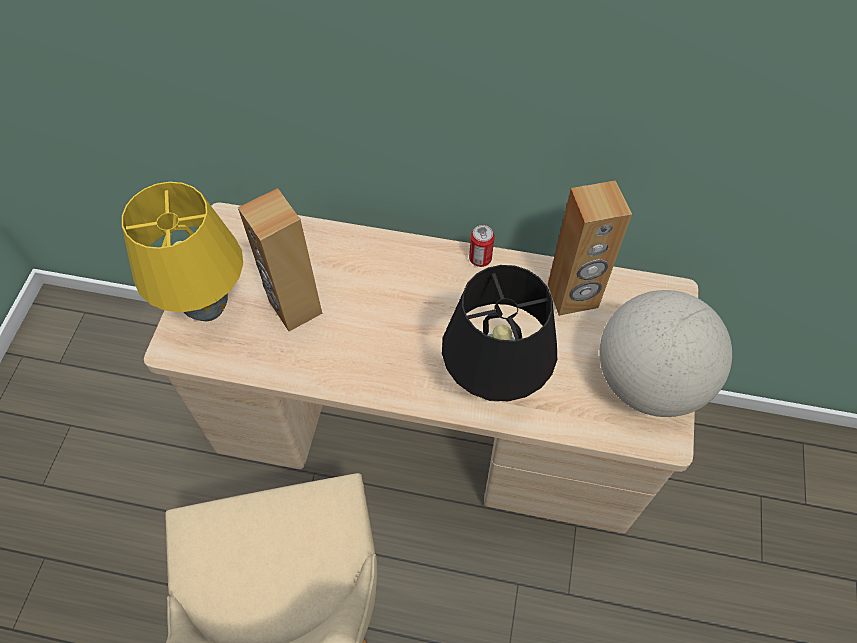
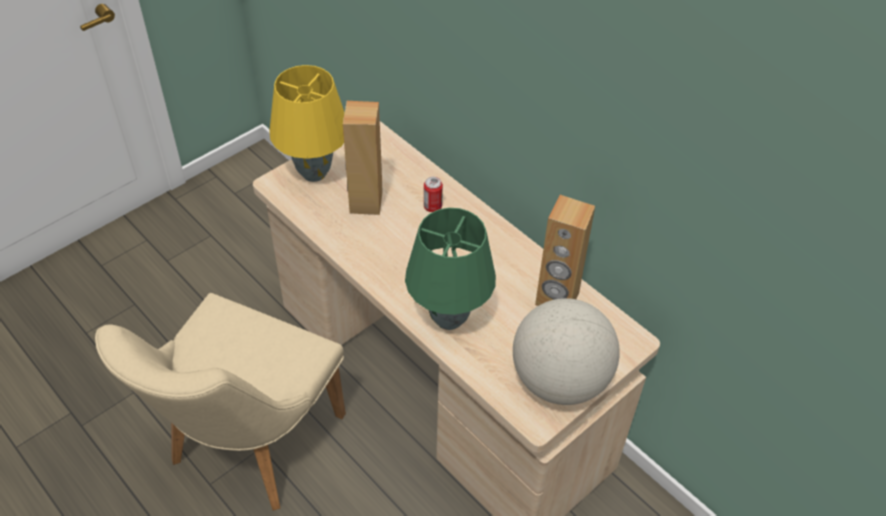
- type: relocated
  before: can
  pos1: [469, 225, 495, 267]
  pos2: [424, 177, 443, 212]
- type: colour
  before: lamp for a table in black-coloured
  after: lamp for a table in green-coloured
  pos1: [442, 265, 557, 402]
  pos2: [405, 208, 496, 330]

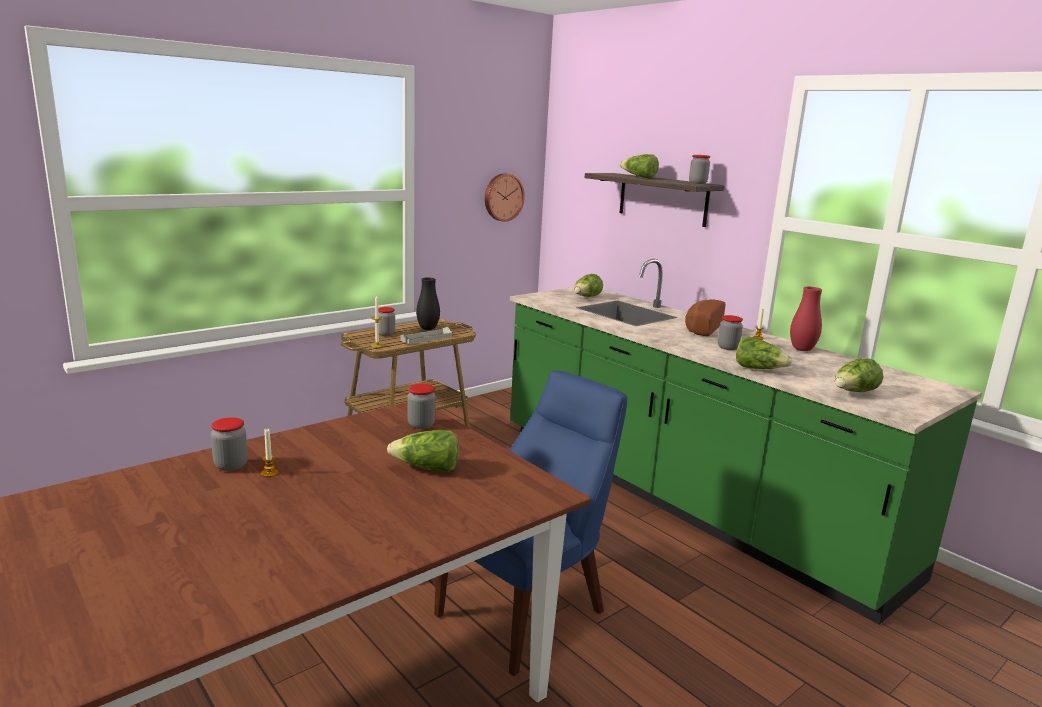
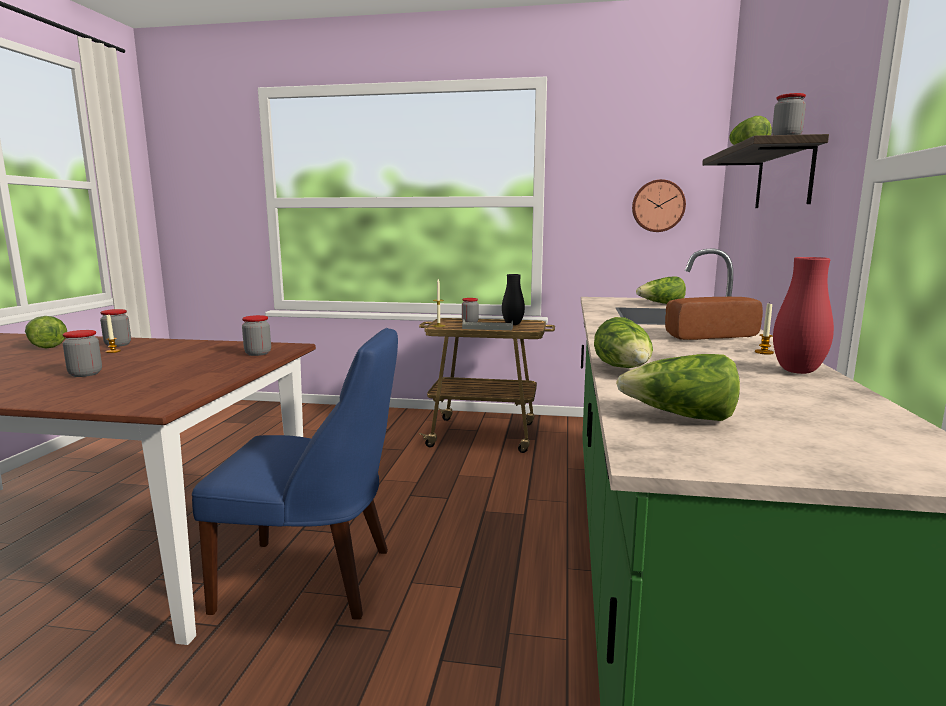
- type: relocated
  before: jar
  pos1: [718, 315, 743, 350]
  pos2: [62, 330, 102, 377]
- type: relocated
  before: lettuce
  pos1: [387, 430, 459, 472]
  pos2: [25, 316, 67, 349]

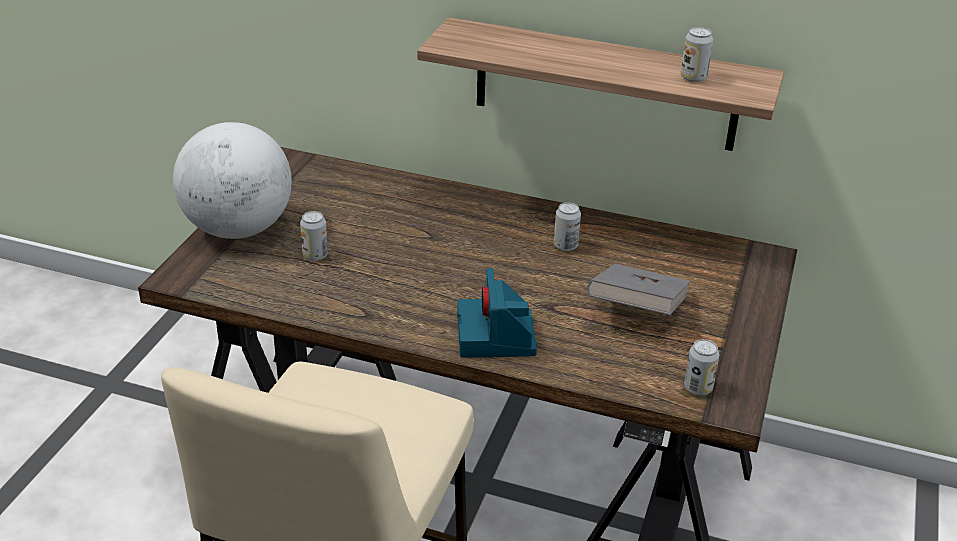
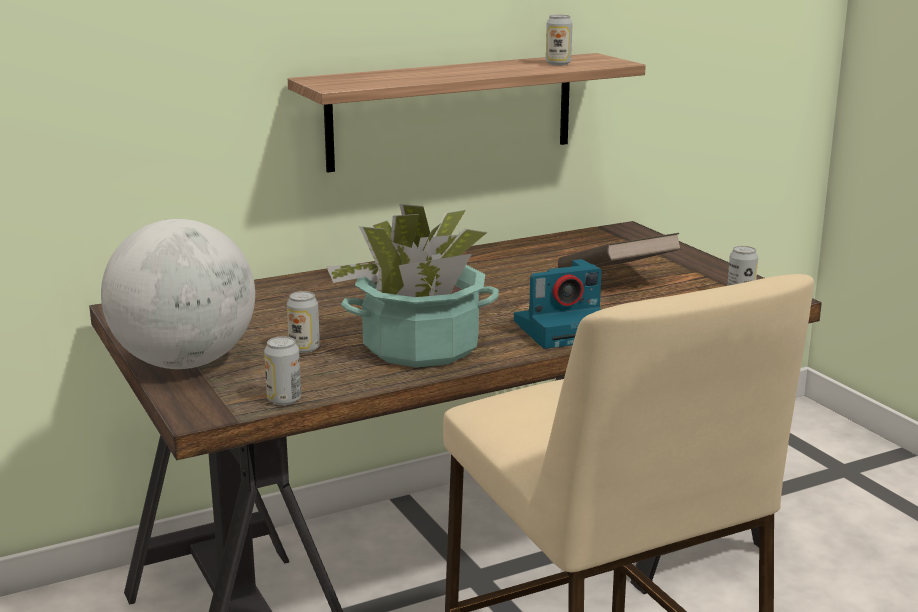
- type: relocated
  before: can
  pos1: [554, 202, 581, 251]
  pos2: [264, 336, 301, 405]
- type: colour
  before: volume in gray
  after: volume in brownish
  pos1: [587, 264, 691, 315]
  pos2: [558, 233, 682, 268]
- type: spun
  before: photo camera
  pos1: [457, 268, 537, 358]
  pos2: [514, 259, 602, 349]
  turn: -60
- type: appeared
  after: houseplant
  pos2: [326, 204, 499, 368]

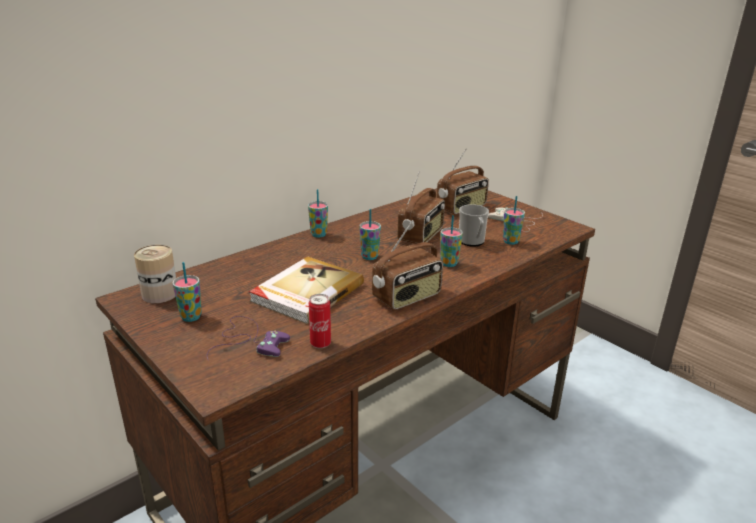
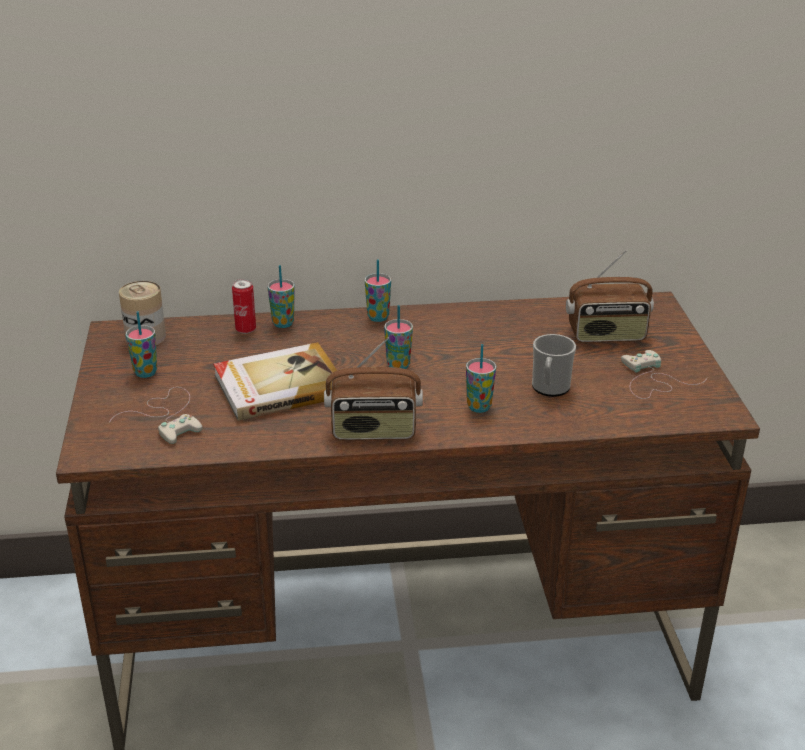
- type: missing
  before: radio
  pos1: [398, 171, 445, 244]
- type: relocated
  before: small cup
  pos1: [503, 196, 525, 245]
  pos2: [268, 265, 295, 328]
- type: relocated
  before: can
  pos1: [309, 294, 331, 349]
  pos2: [232, 279, 256, 334]
- type: colour
  before: joypad in purplish
  after: joypad in white
  pos1: [207, 316, 290, 359]
  pos2: [109, 387, 202, 444]

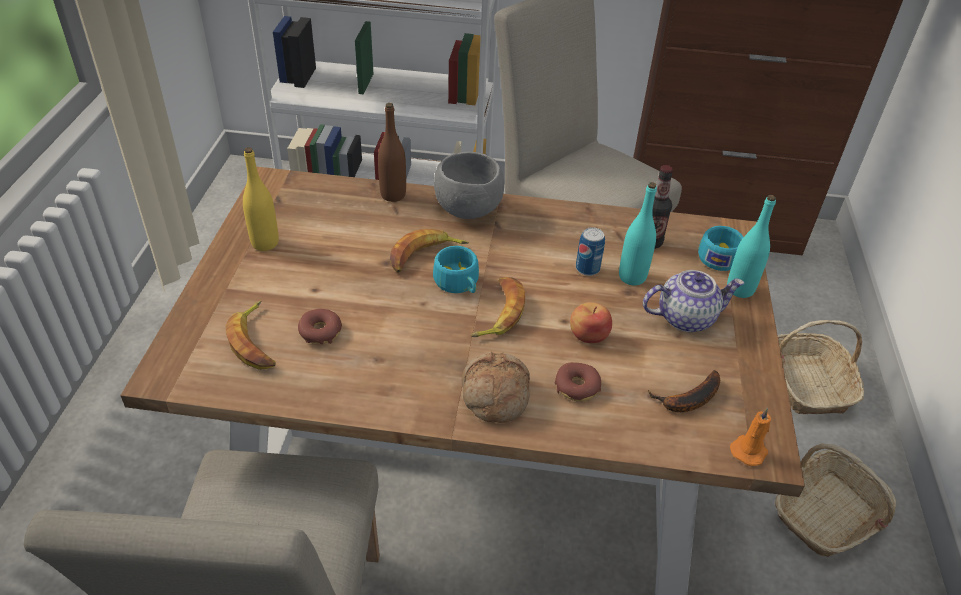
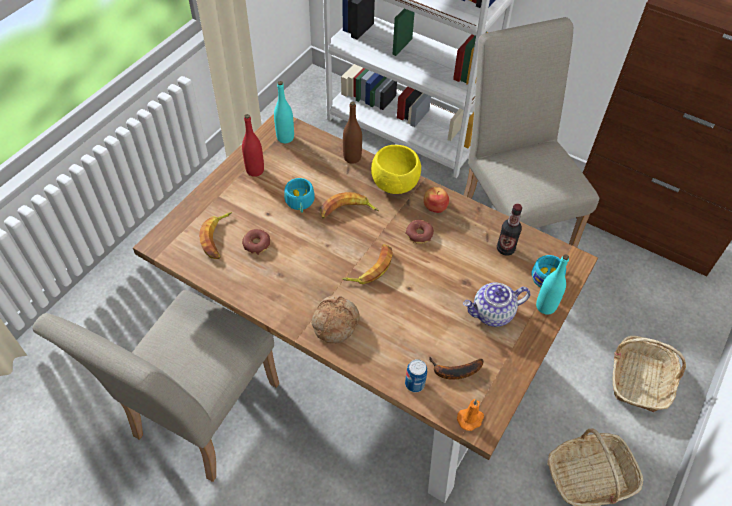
- type: colour
  before: drink bottle in yellow
  after: drink bottle in reddish
  pos1: [243, 147, 279, 251]
  pos2: [242, 114, 264, 177]
- type: colour
  before: deep dish in gray
  after: deep dish in yellow
  pos1: [434, 152, 504, 219]
  pos2: [371, 145, 421, 194]
- type: relocated
  before: drink bottle in turquoise-coloured
  pos1: [619, 182, 657, 286]
  pos2: [274, 81, 294, 143]
- type: relocated
  before: can
  pos1: [576, 227, 605, 276]
  pos2: [405, 359, 427, 392]
- type: relocated
  before: small cup in turquoise-coloured
  pos1: [433, 246, 479, 293]
  pos2: [284, 178, 315, 213]
- type: spun
  before: tea pot
  pos1: [643, 270, 745, 332]
  pos2: [463, 282, 530, 327]
  turn: 150
- type: relocated
  before: whole apple
  pos1: [570, 302, 612, 343]
  pos2: [424, 187, 449, 213]
- type: relocated
  before: ring doughnut
  pos1: [555, 362, 601, 401]
  pos2: [405, 219, 434, 244]

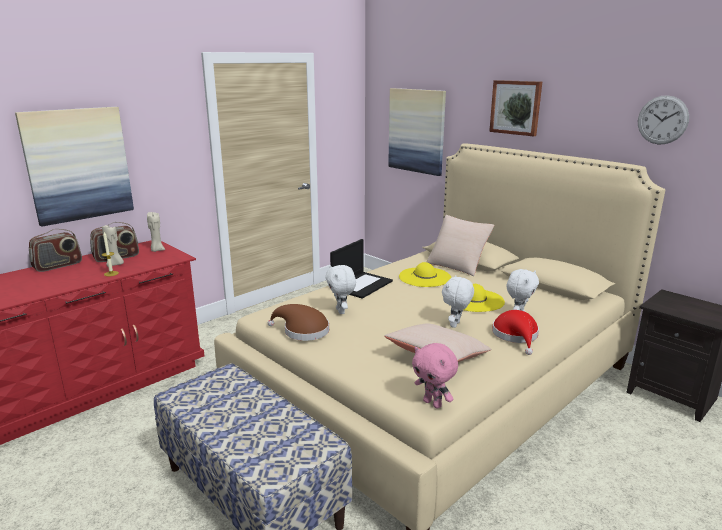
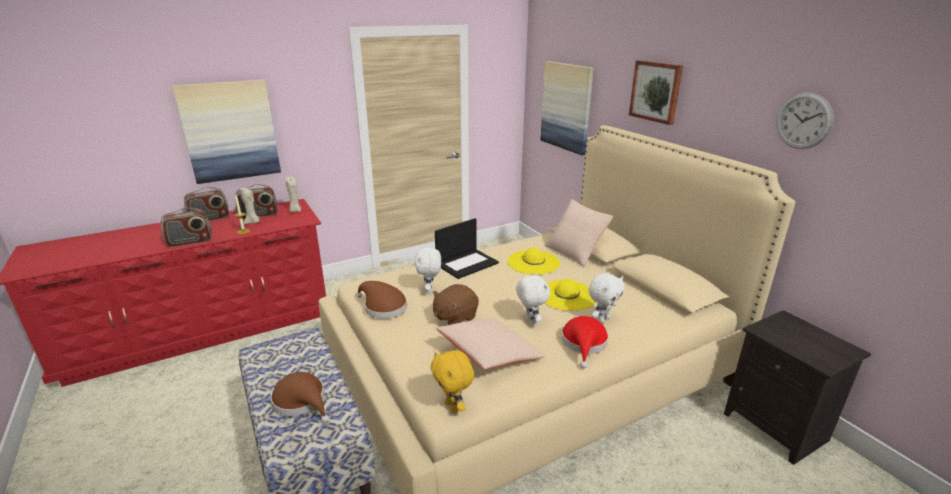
- type: spun
  before: soft toy in white
  pos1: [442, 275, 474, 328]
  pos2: [516, 272, 550, 325]
  turn: 120
- type: colour
  before: soft toy in pink
  after: soft toy in yellow
  pos1: [412, 343, 458, 409]
  pos2: [430, 350, 474, 413]
- type: appeared
  after: radio
  pos2: [161, 207, 212, 247]
- type: appeared
  after: soft toy in brownish
  pos2: [433, 284, 479, 325]
- type: appeared
  after: clothing hat in brownish
  pos2: [271, 372, 329, 423]

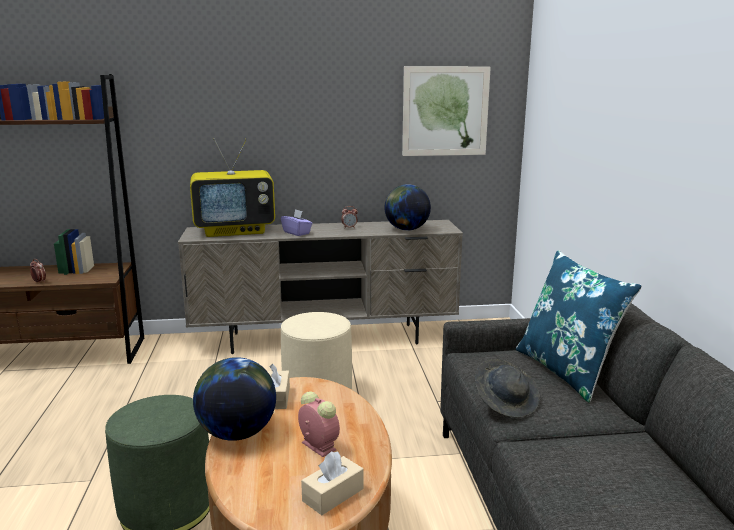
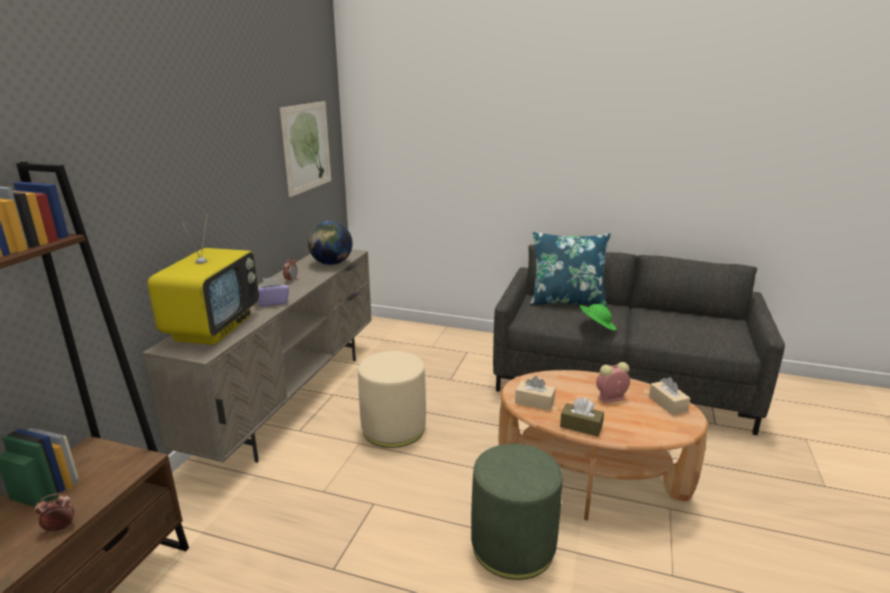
- type: exchanged
  before: globe
  after: tissue box in brownish
  pos1: [193, 357, 276, 441]
  pos2: [560, 397, 604, 437]
- type: colour
  before: clothing hat in gray
  after: clothing hat in green-coloured
  pos1: [475, 359, 540, 418]
  pos2: [579, 304, 616, 331]

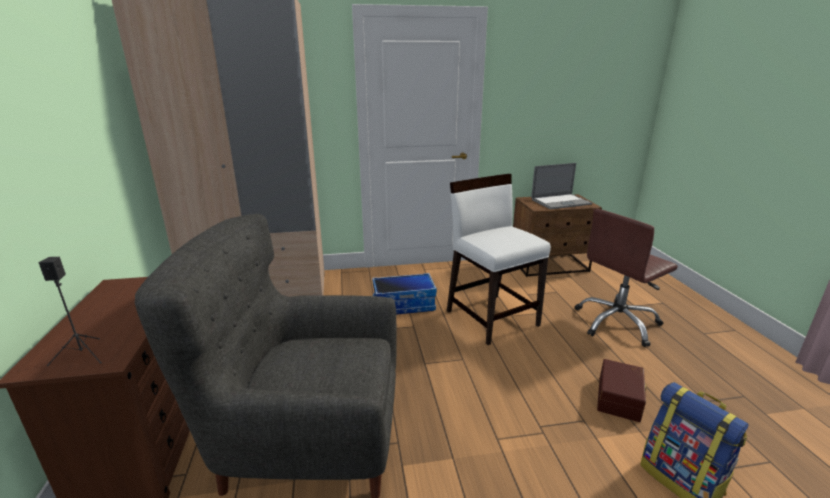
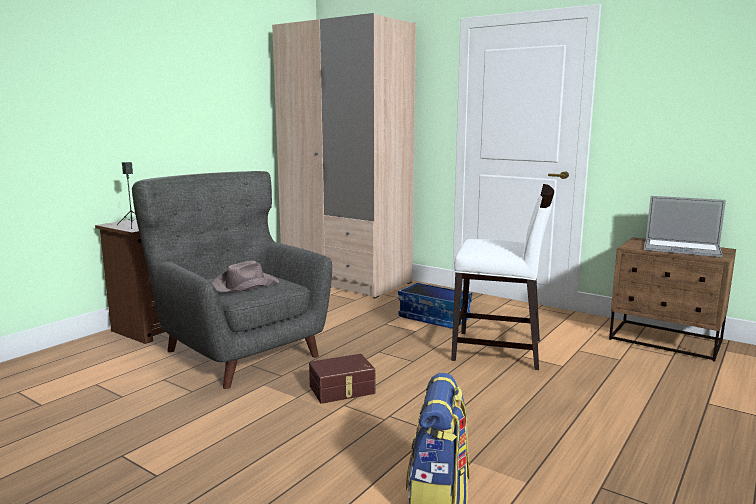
- type: spun
  before: upright chair in white
  pos1: [447, 174, 551, 345]
  pos2: [451, 184, 554, 370]
  turn: 90
- type: missing
  before: computer chair in brownish
  pos1: [575, 208, 678, 347]
- type: relocated
  before: storage container in brownish
  pos1: [597, 359, 646, 422]
  pos2: [309, 354, 375, 404]
- type: appeared
  after: clothing hat in brownish
  pos2: [212, 260, 279, 293]

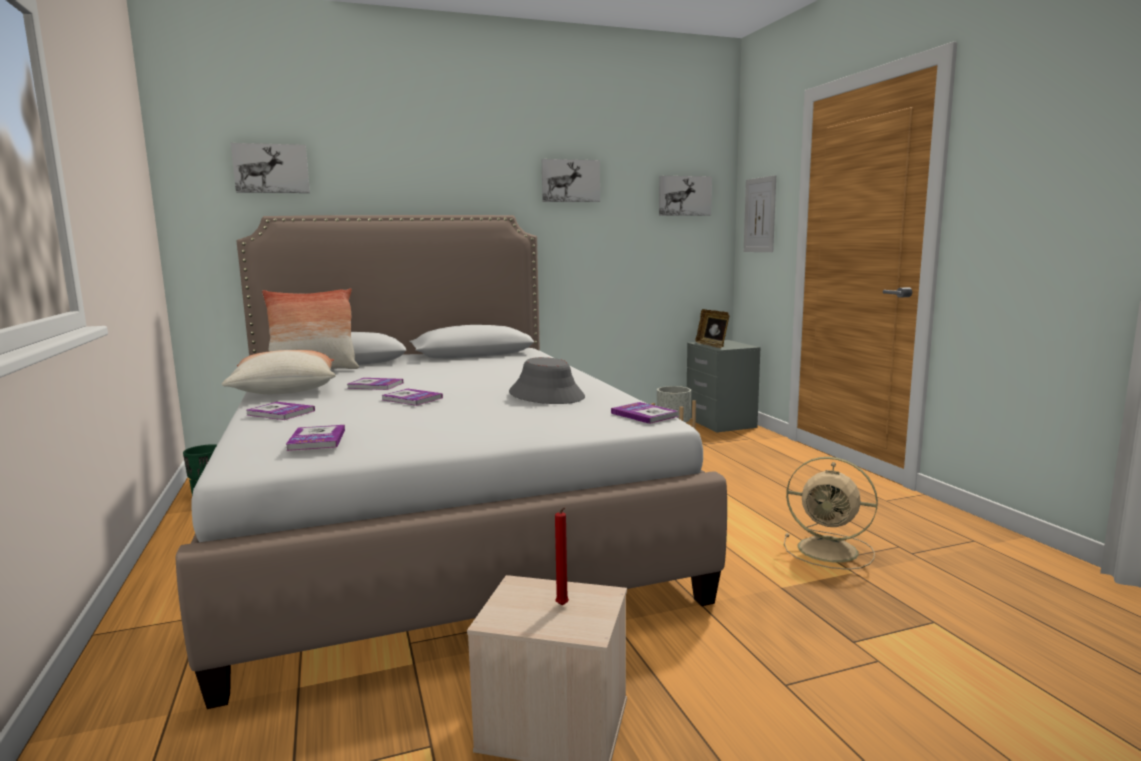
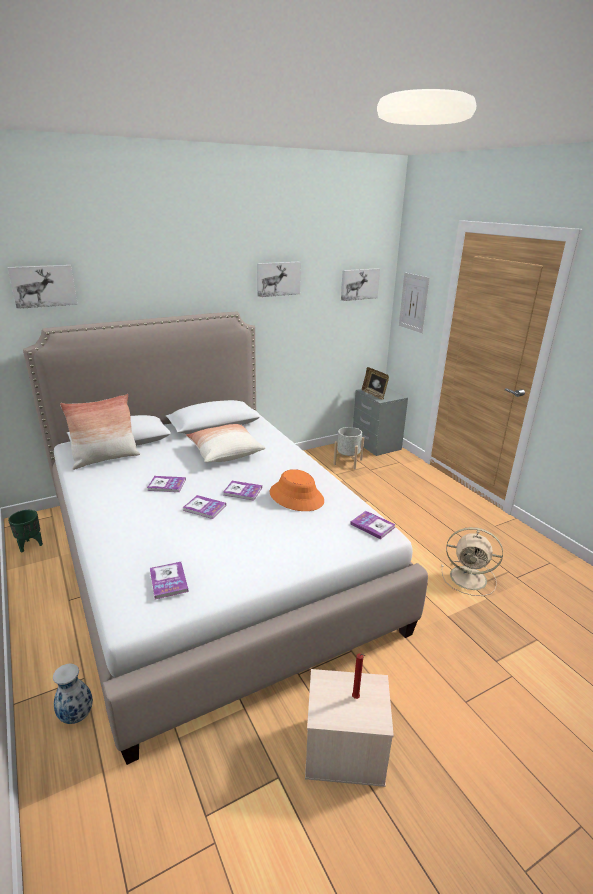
- type: relocated
  before: cushion
  pos1: [222, 350, 336, 394]
  pos2: [186, 424, 265, 463]
- type: colour
  before: clothing hat in gray
  after: clothing hat in orangey
  pos1: [509, 357, 585, 404]
  pos2: [270, 469, 324, 511]
- type: relocated
  before: volume
  pos1: [246, 402, 315, 420]
  pos2: [223, 481, 262, 501]
- type: appeared
  after: flower vase
  pos2: [53, 664, 93, 724]

